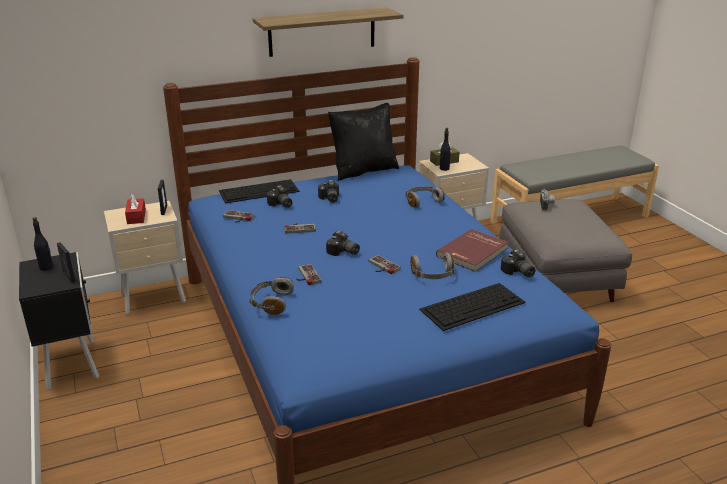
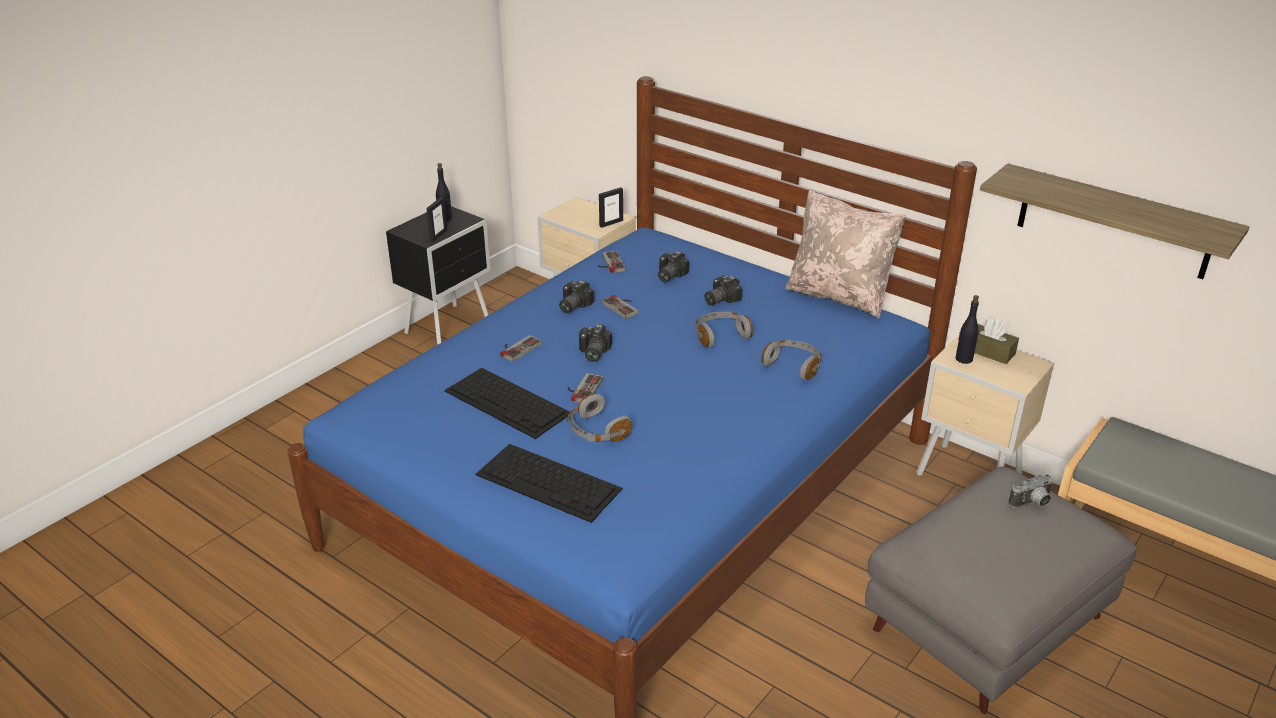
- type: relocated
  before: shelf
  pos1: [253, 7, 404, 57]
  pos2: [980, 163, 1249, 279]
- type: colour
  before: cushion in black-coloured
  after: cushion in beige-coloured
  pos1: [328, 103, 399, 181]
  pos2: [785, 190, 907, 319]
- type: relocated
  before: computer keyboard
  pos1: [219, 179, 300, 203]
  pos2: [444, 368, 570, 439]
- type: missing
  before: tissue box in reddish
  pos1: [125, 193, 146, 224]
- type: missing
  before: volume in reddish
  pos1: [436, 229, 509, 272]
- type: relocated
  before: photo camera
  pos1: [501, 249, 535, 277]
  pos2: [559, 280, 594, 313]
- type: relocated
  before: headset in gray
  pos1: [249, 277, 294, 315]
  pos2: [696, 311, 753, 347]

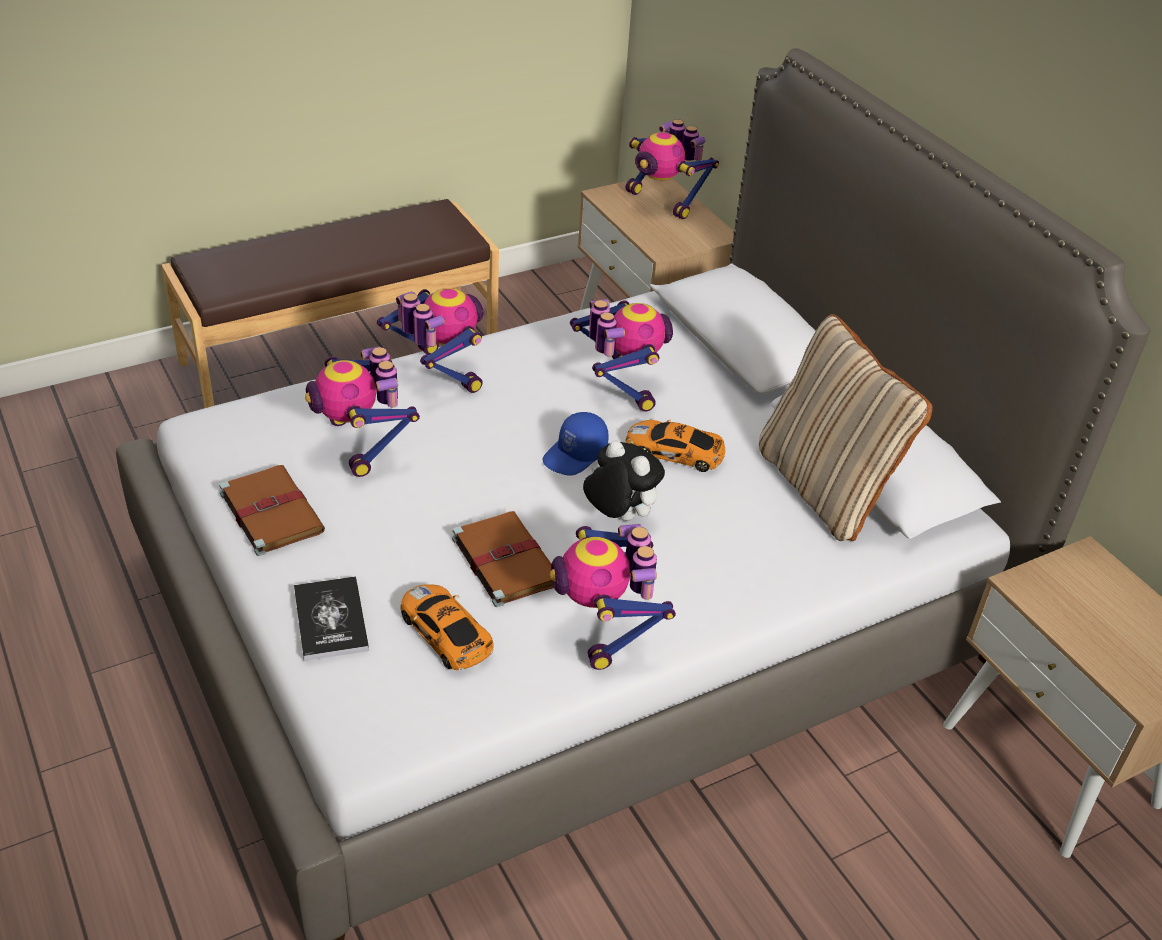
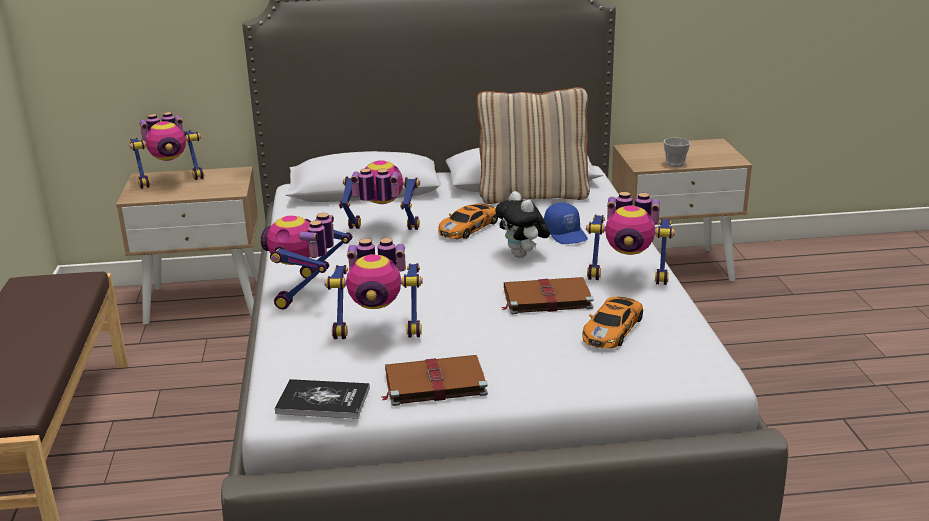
- type: spun
  before: toy robot
  pos1: [377, 288, 484, 393]
  pos2: [261, 213, 352, 310]
  turn: -60
- type: relocated
  before: cap in blue
  pos1: [542, 412, 609, 476]
  pos2: [544, 203, 588, 244]
- type: spun
  before: soft toy
  pos1: [583, 441, 665, 521]
  pos2: [495, 191, 550, 258]
  turn: -90
- type: relocated
  before: volume
  pos1: [294, 576, 369, 661]
  pos2: [274, 379, 370, 419]
- type: spun
  before: model car
  pos1: [400, 584, 494, 670]
  pos2: [582, 297, 643, 349]
  turn: -45
- type: appeared
  after: small cup
  pos2: [663, 138, 690, 167]

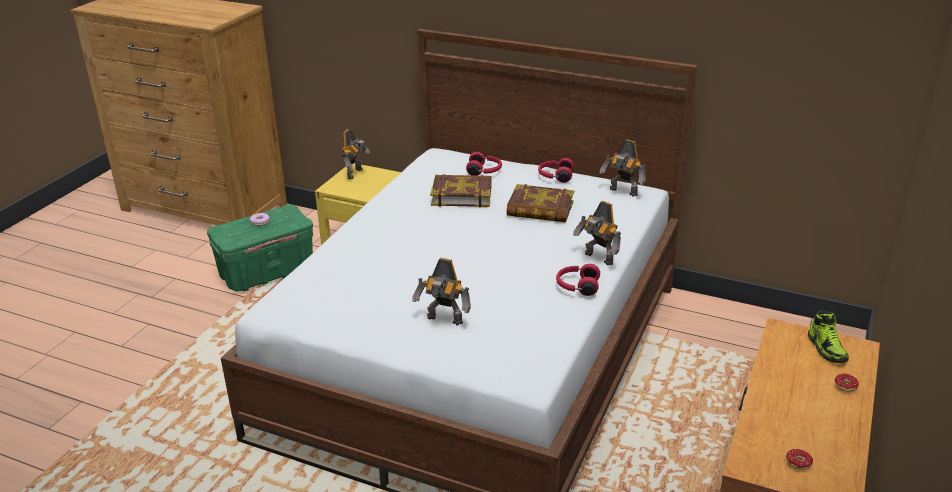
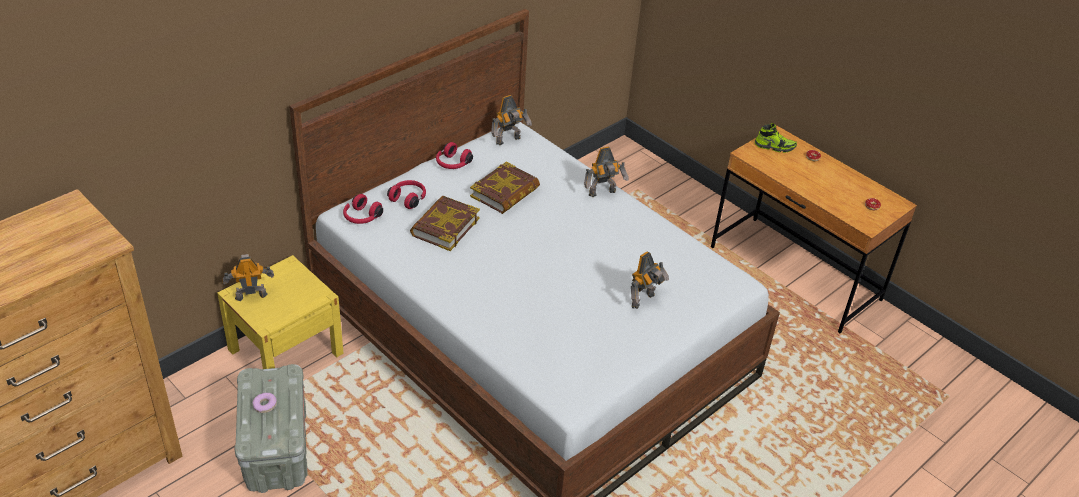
- type: spun
  before: toy robot
  pos1: [341, 129, 370, 179]
  pos2: [223, 254, 274, 301]
  turn: -60
- type: colour
  before: storage container in green-coloured
  after: storage container in gray
  pos1: [207, 204, 313, 292]
  pos2: [235, 364, 308, 493]
- type: relocated
  before: headset in reddish
  pos1: [556, 264, 600, 296]
  pos2: [343, 194, 383, 224]

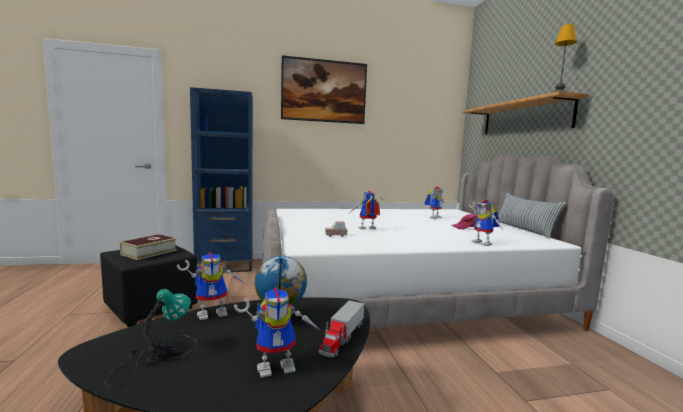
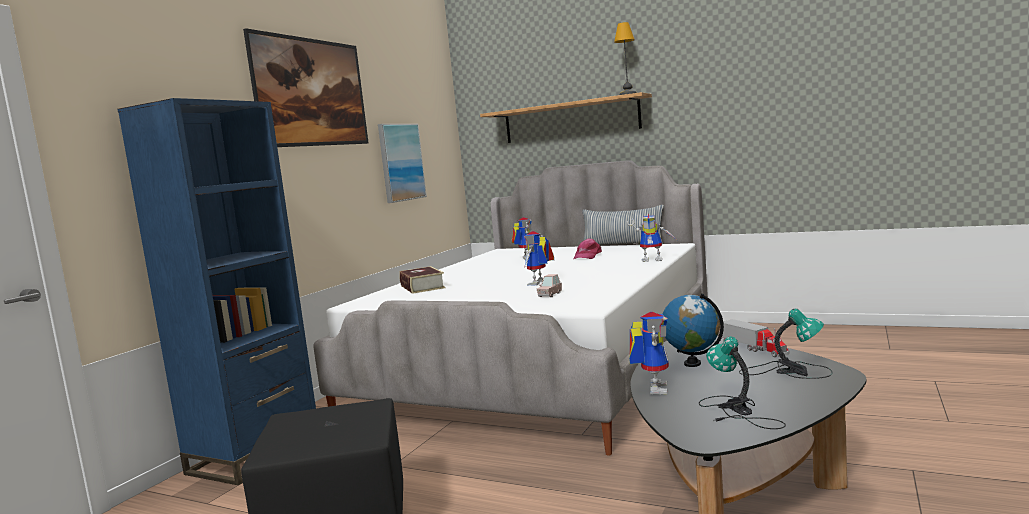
- type: relocated
  before: volume
  pos1: [120, 234, 177, 260]
  pos2: [399, 266, 446, 294]
- type: exchanged
  before: toy robot
  after: lamp for a table
  pos1: [234, 287, 321, 378]
  pos2: [739, 309, 833, 379]
- type: appeared
  after: wall art
  pos2: [378, 124, 427, 203]

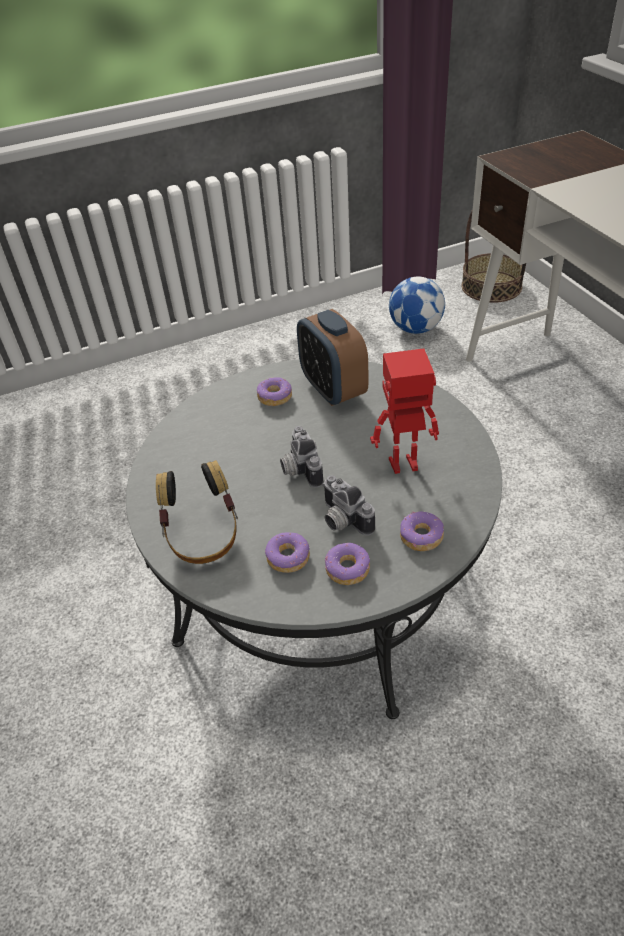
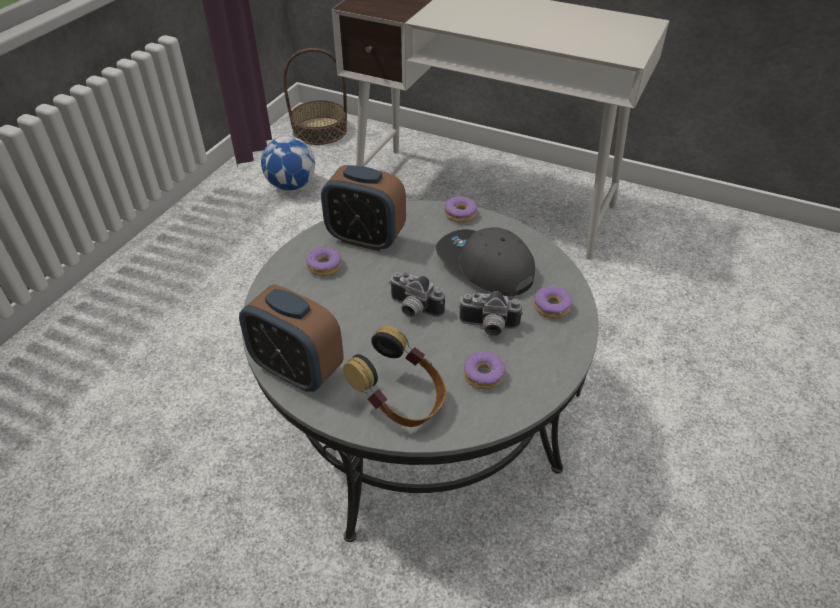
- type: exchanged
  before: toy robot
  after: cap in gray
  pos1: [370, 348, 439, 474]
  pos2: [436, 227, 535, 296]
- type: relocated
  before: ring doughnut
  pos1: [325, 543, 370, 585]
  pos2: [445, 196, 477, 223]
- type: appeared
  after: alarm clock
  pos2: [239, 284, 344, 392]

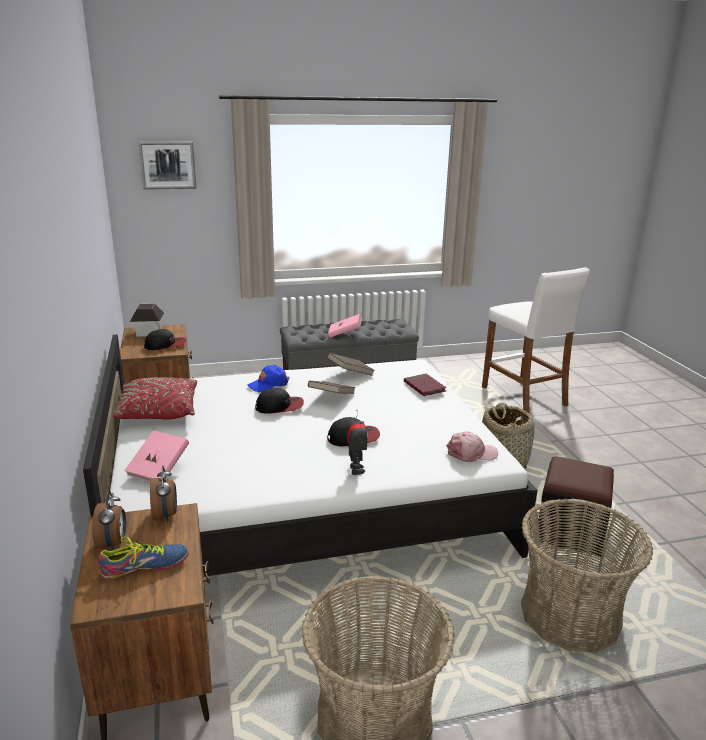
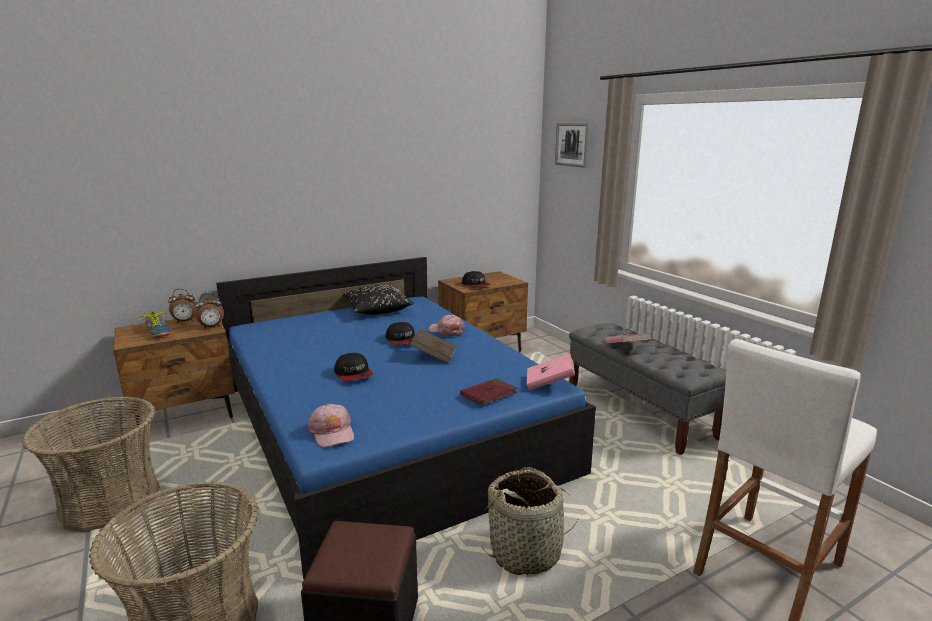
- type: missing
  before: toy house
  pos1: [130, 303, 164, 337]
- type: colour
  before: bedroom bed in white
  after: bedroom bed in blue
  pos1: [83, 334, 537, 577]
  pos2: [216, 257, 596, 579]
- type: missing
  before: volume in brownish
  pos1: [327, 353, 375, 376]
- type: colour
  before: cap in blue
  after: cap in pink
  pos1: [247, 365, 289, 392]
  pos2: [429, 315, 464, 336]
- type: colour
  before: cushion in reddish
  after: cushion in black-coloured
  pos1: [113, 377, 197, 420]
  pos2: [343, 285, 414, 315]
- type: missing
  before: toy robot
  pos1: [346, 410, 368, 475]
- type: relocated
  before: volume in pink
  pos1: [124, 430, 189, 482]
  pos2: [527, 354, 575, 390]

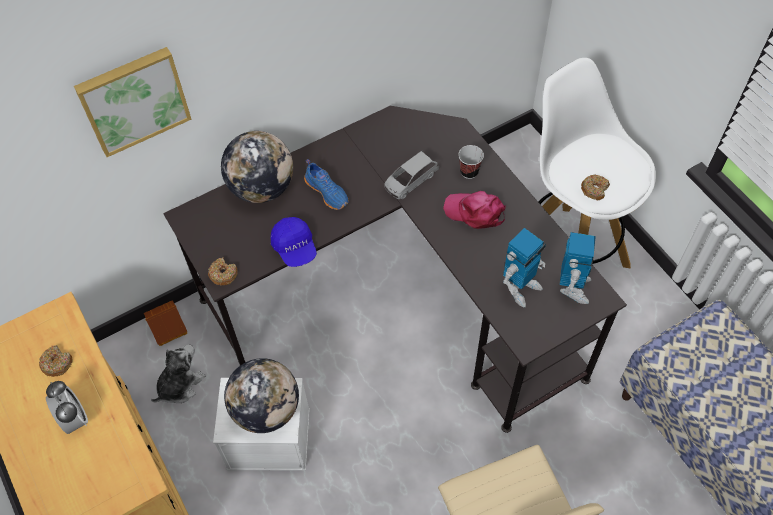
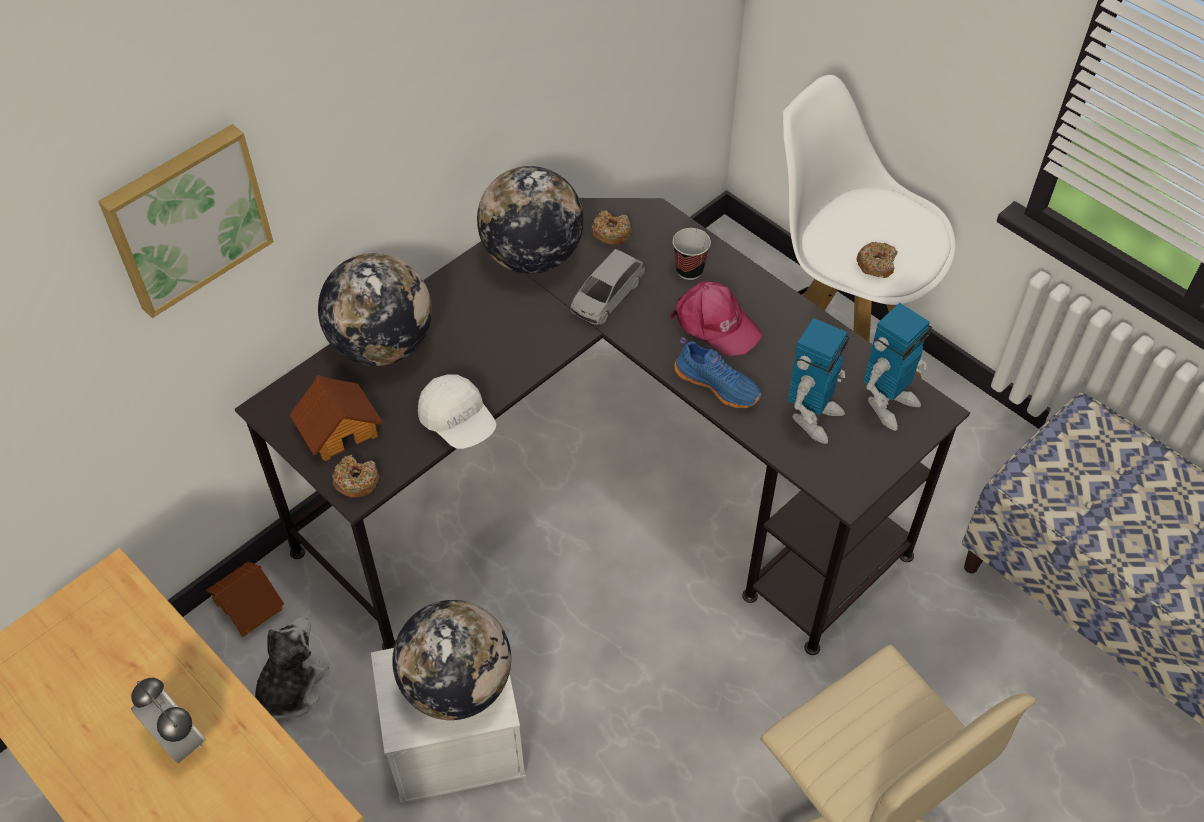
- type: relocated
  before: item of footwear in blue
  pos1: [304, 159, 349, 210]
  pos2: [675, 337, 761, 408]
- type: spun
  before: cap in pink
  pos1: [443, 191, 506, 229]
  pos2: [670, 281, 762, 356]
  turn: -150
- type: colour
  before: cap in blue
  after: cap in white
  pos1: [271, 217, 317, 267]
  pos2: [418, 374, 496, 449]
- type: spun
  before: toy robot
  pos1: [560, 232, 596, 304]
  pos2: [864, 303, 932, 431]
  turn: 45
- type: relocated
  before: ring doughnut
  pos1: [39, 345, 73, 377]
  pos2: [592, 210, 631, 245]
- type: appeared
  after: globe
  pos2: [477, 166, 583, 274]
- type: appeared
  after: toy house
  pos2: [290, 375, 383, 461]

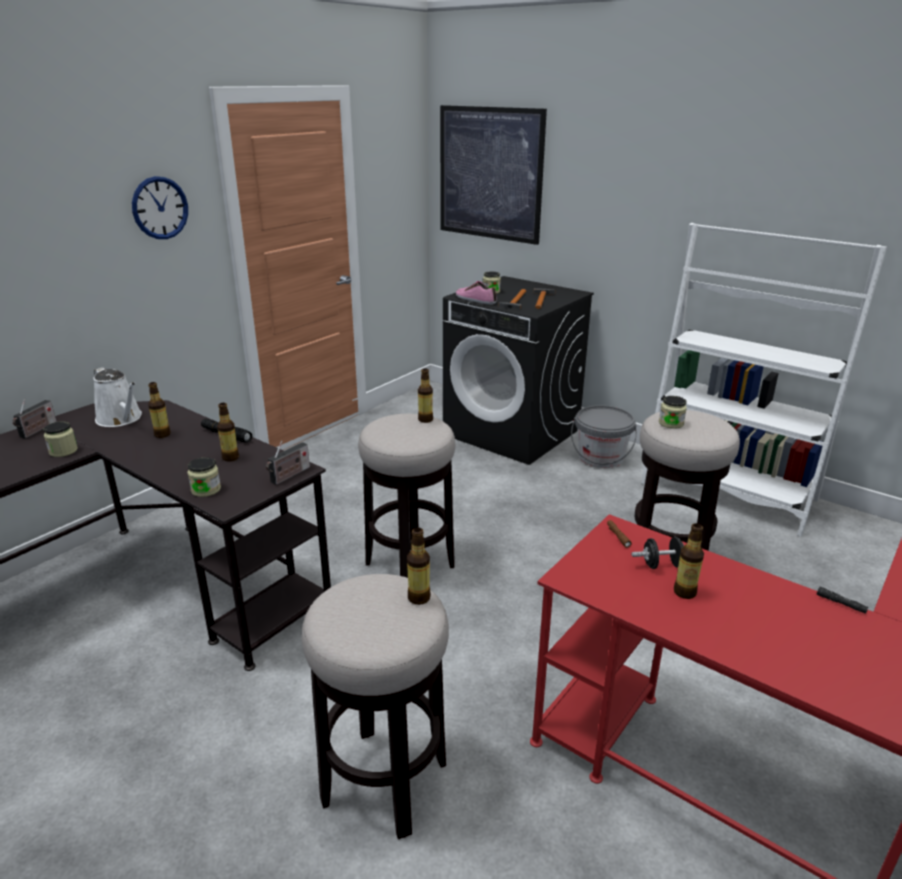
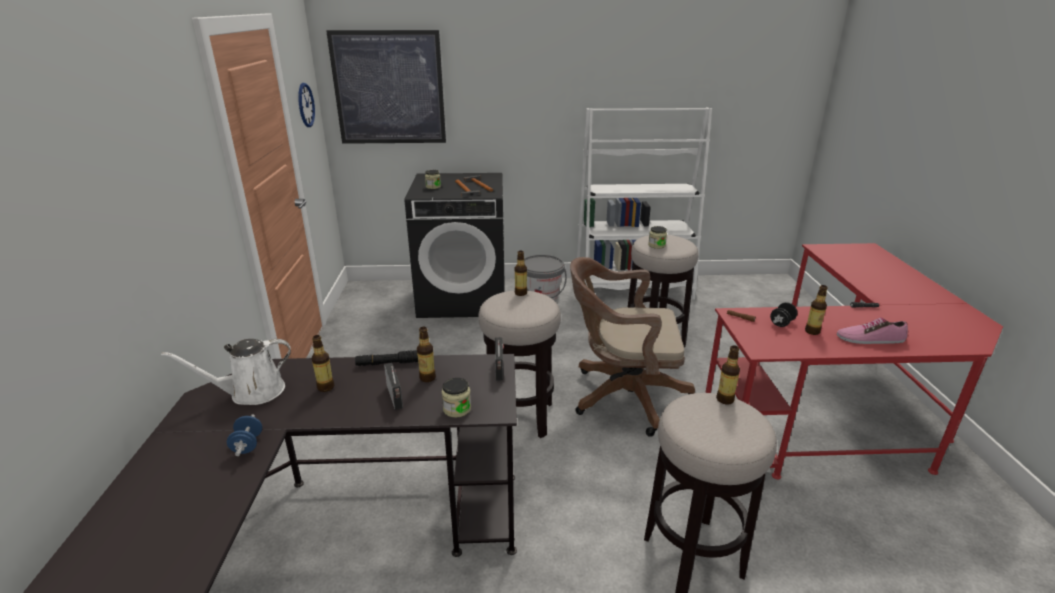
- type: relocated
  before: clock on the wall
  pos1: [132, 176, 188, 239]
  pos2: [298, 83, 315, 127]
- type: relocated
  before: item of footwear
  pos1: [456, 281, 497, 305]
  pos2: [837, 318, 908, 344]
- type: spun
  before: sprinkling can in white
  pos1: [93, 367, 142, 427]
  pos2: [161, 339, 291, 405]
  turn: 150
- type: relocated
  before: radio
  pos1: [12, 398, 57, 439]
  pos2: [384, 363, 403, 410]
- type: exchanged
  before: jar
  after: free weight in blue
  pos1: [44, 421, 78, 457]
  pos2: [227, 415, 262, 456]
- type: appeared
  after: computer chair in brownish
  pos2: [570, 257, 695, 437]

